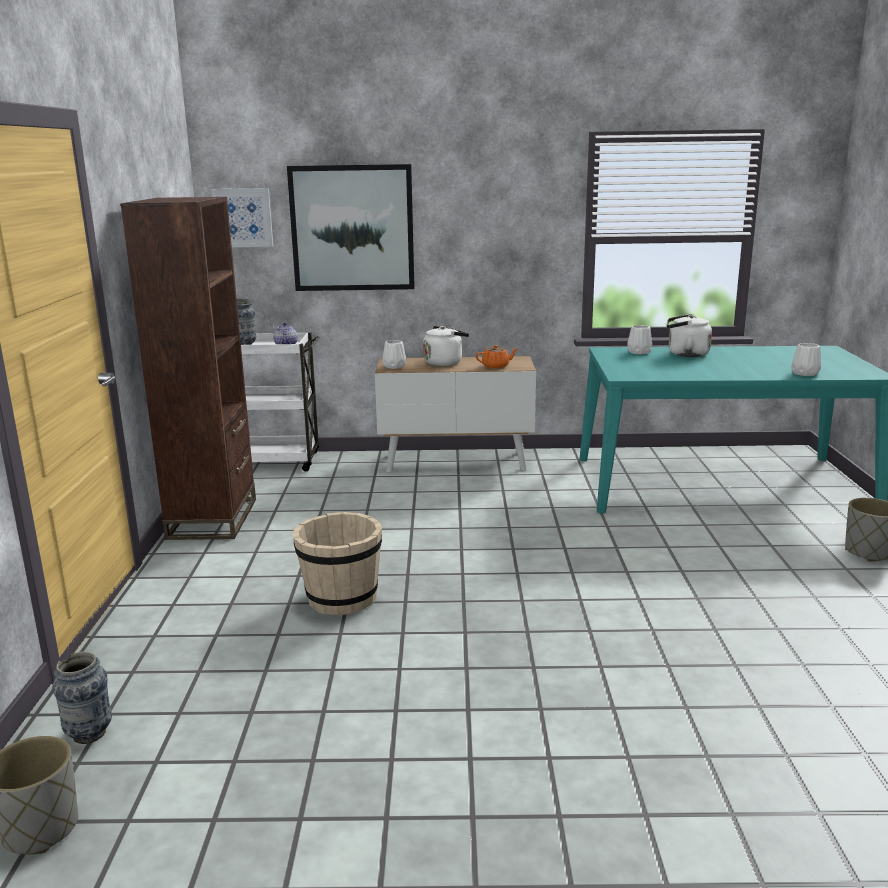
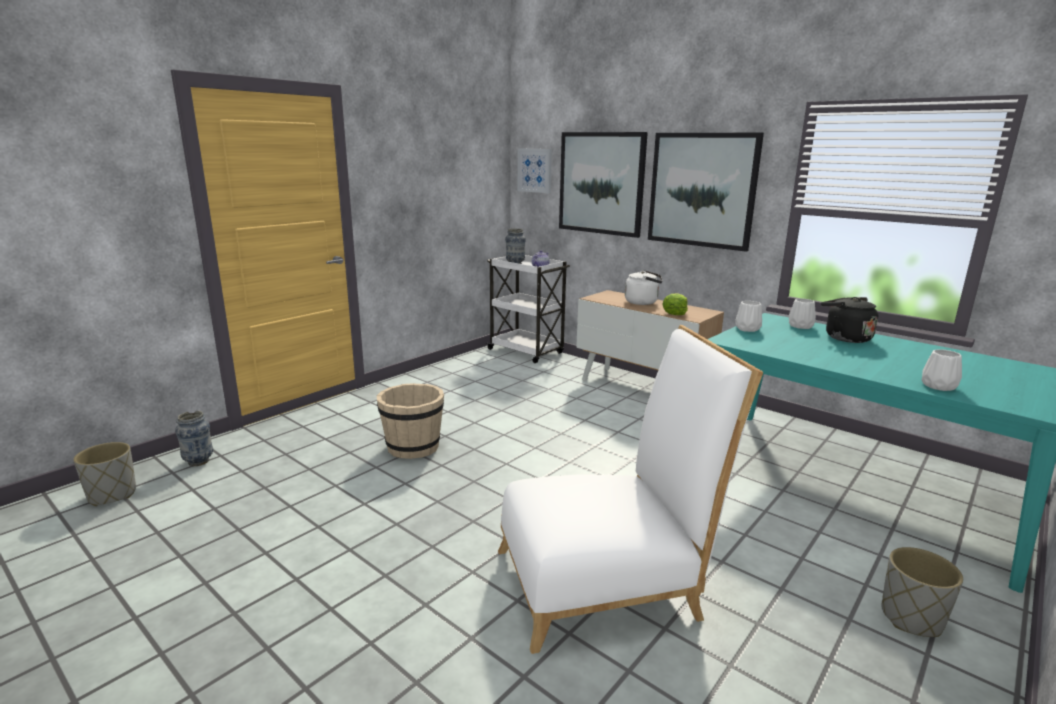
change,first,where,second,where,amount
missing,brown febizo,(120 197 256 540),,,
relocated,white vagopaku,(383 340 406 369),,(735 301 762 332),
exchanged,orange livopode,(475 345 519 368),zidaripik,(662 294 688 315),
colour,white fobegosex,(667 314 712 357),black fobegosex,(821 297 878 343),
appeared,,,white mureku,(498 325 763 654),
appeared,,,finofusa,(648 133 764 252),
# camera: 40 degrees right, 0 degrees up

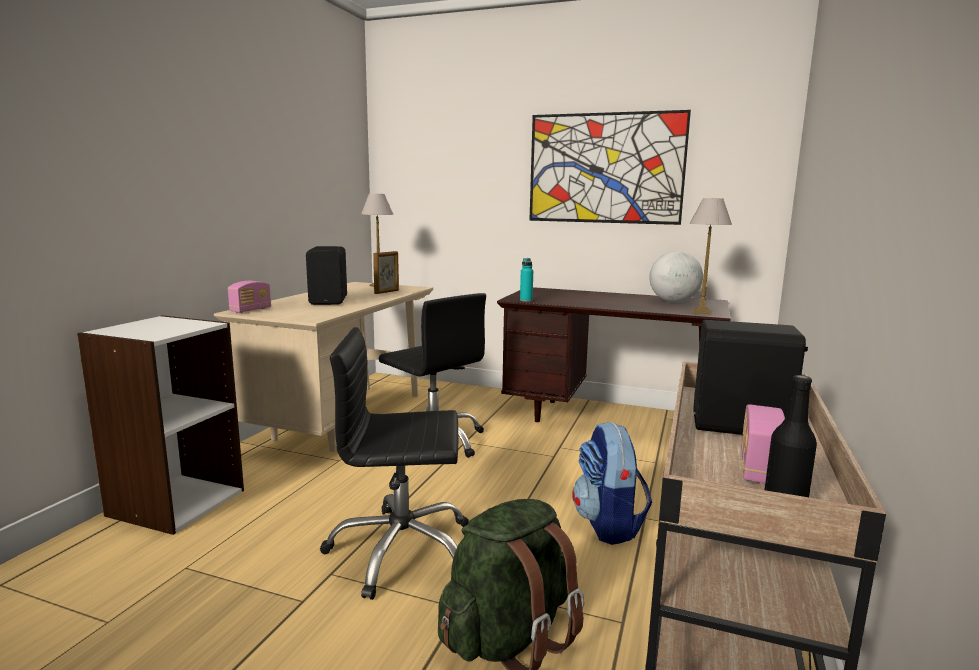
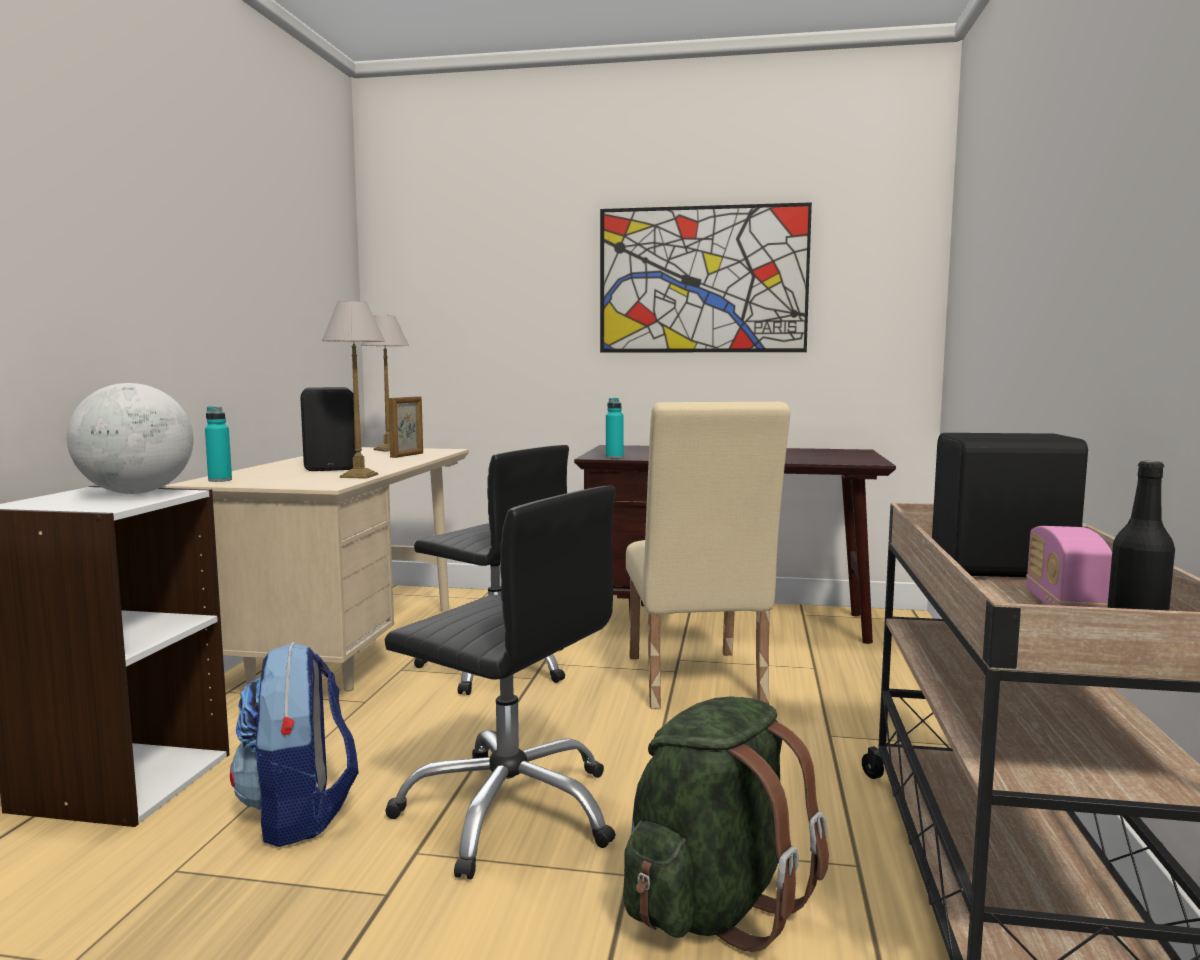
change,first,where,second,where,amount
exchanged,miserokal,(228 281 271 313),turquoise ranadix,(205 406 232 482),
spun,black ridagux,(320 327 469 600),,(385 486 616 880),135 degrees counterclockwise
relocated,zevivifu,(572 422 652 545),,(230 642 359 847),
relocated,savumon,(649 251 703 303),,(67 383 194 494),
relocated,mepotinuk,(689 198 732 315),,(322 301 385 479),
appeared,,,beige mureku,(626 402 790 709),
# camera: 10 degrees left, 5 degrees down

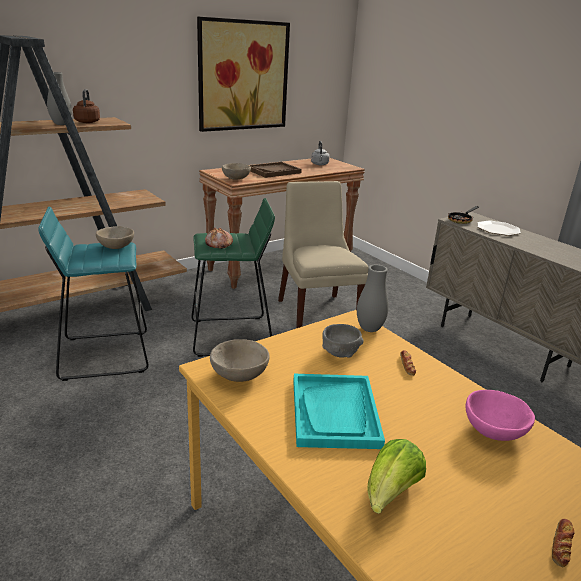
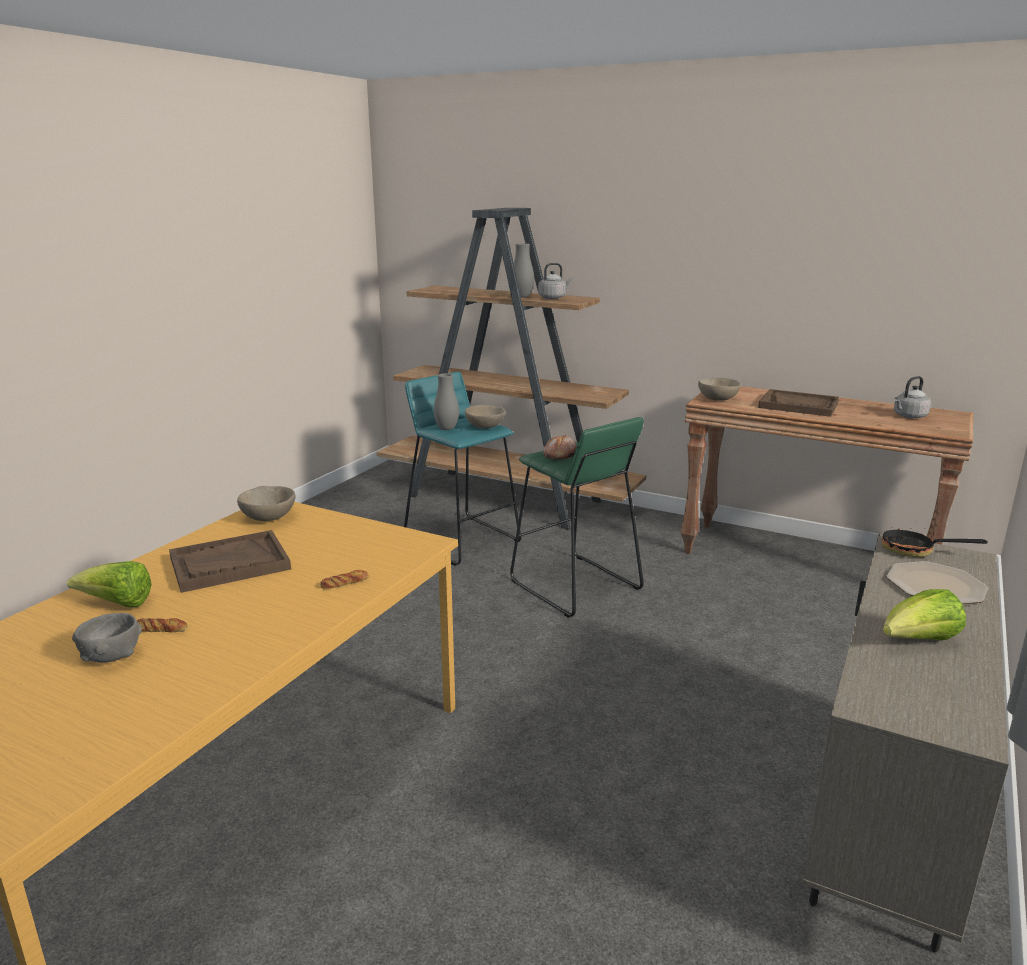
change,first,where,second,where,amount
colour,brown fobegosex,(73 89 100 123),grey fobegosex,(538 263 572 299),
missing,finofusa,(197 17 290 132),,,
missing,beige mureku,(278 181 369 328),,,
colour,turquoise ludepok,(293 374 385 449),brown ludepok,(169 530 291 593),
relocated,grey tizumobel,(322 324 364 358),,(72 613 142 663),
relocated,grey vagopaku,(357 265 389 332),,(434 373 459 430),
missing,pink tizumobel,(465 390 535 441),,,
relocated,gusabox,(552 519 575 567),,(137 618 187 632),
appeared,,,zidaripik,(883 589 966 640),
# camera: 65 degrees right, 5 degrees down

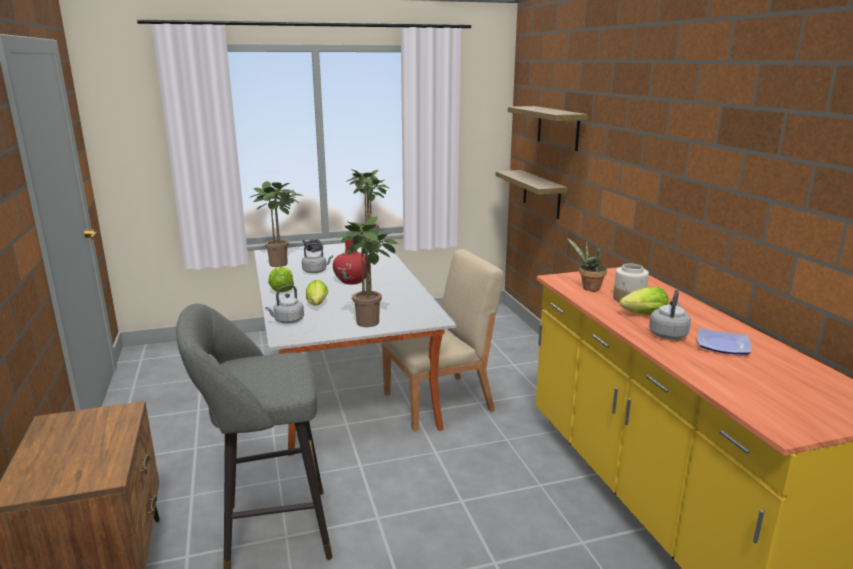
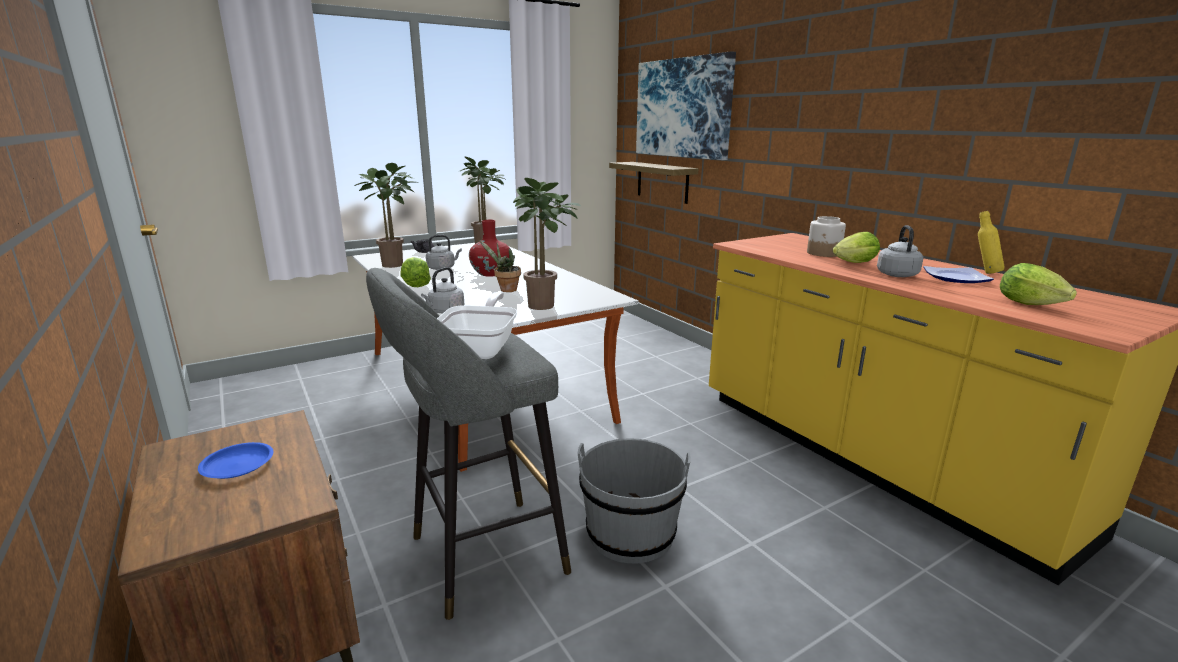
change,first,where,second,where,amount
relocated,zidaripik,(306 280 328 305),,(1000 263 1077 305),
missing,beige mureku,(382 249 504 431),,,
exchanged,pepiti,(508 106 588 151),finofusa,(636 51 736 160),
relocated,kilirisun,(567 238 607 291),,(479 240 521 292),
appeared,,,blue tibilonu,(198 442 273 479),
appeared,,,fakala,(437 292 517 359),
appeared,,,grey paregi,(577 439 691 563),
appeared,,,yellow ranadix,(978 211 1004 274),
# camera: 15 degrees left, 0 degrees up

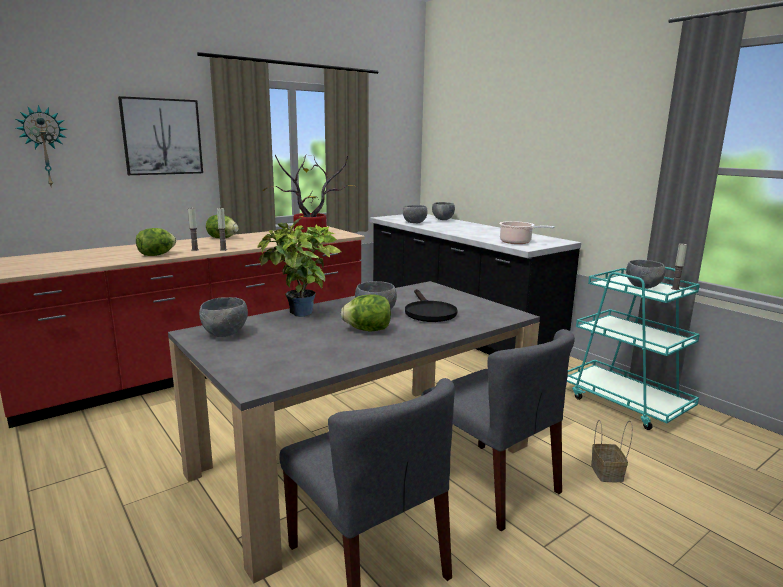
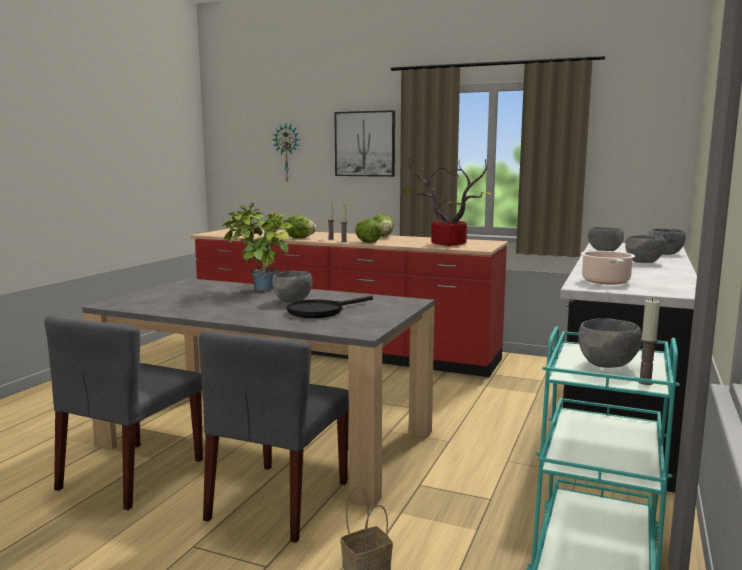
change,first,where,second,where,amount
relocated,grey tizumobel,(199 297 248 337),,(625 235 665 263),
relocated,zidaripik,(341 295 391 331),,(355 219 382 243),
# camera: 60 degrees right, 5 degrees down

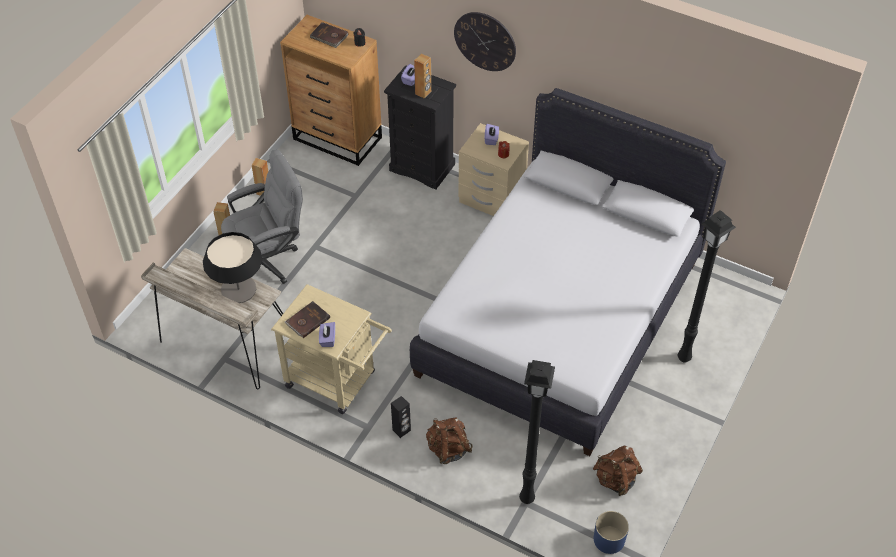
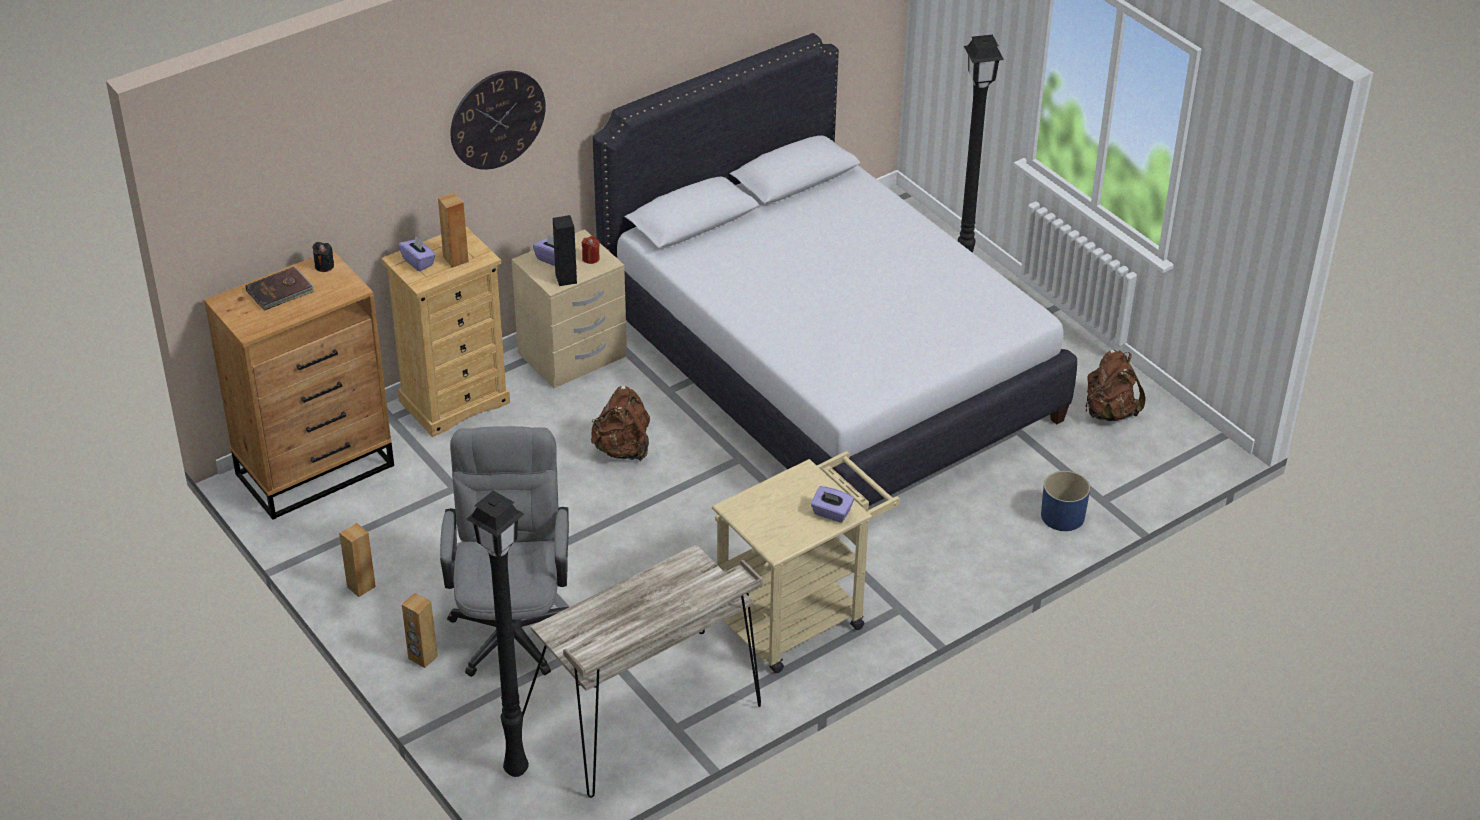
change,first,where,second,where,amount
missing,mepotinuk,(203 232 262 303),,,
missing,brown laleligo,(285 301 330 338),,,
colour,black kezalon,(384 65 456 189),beige kezalon,(381 227 510 437),
relocated,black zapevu,(391 396 411 438),,(553 215 577 286),
relocated,brown zevivifu,(426 417 473 464),,(591 386 650 461),
relocated,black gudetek,(519 360 555 504),,(466 491 529 777),
relocated,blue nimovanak,(594 511 629 554),,(1041 471 1090 531),
# camera: 65 degrees left, 10 degrees down

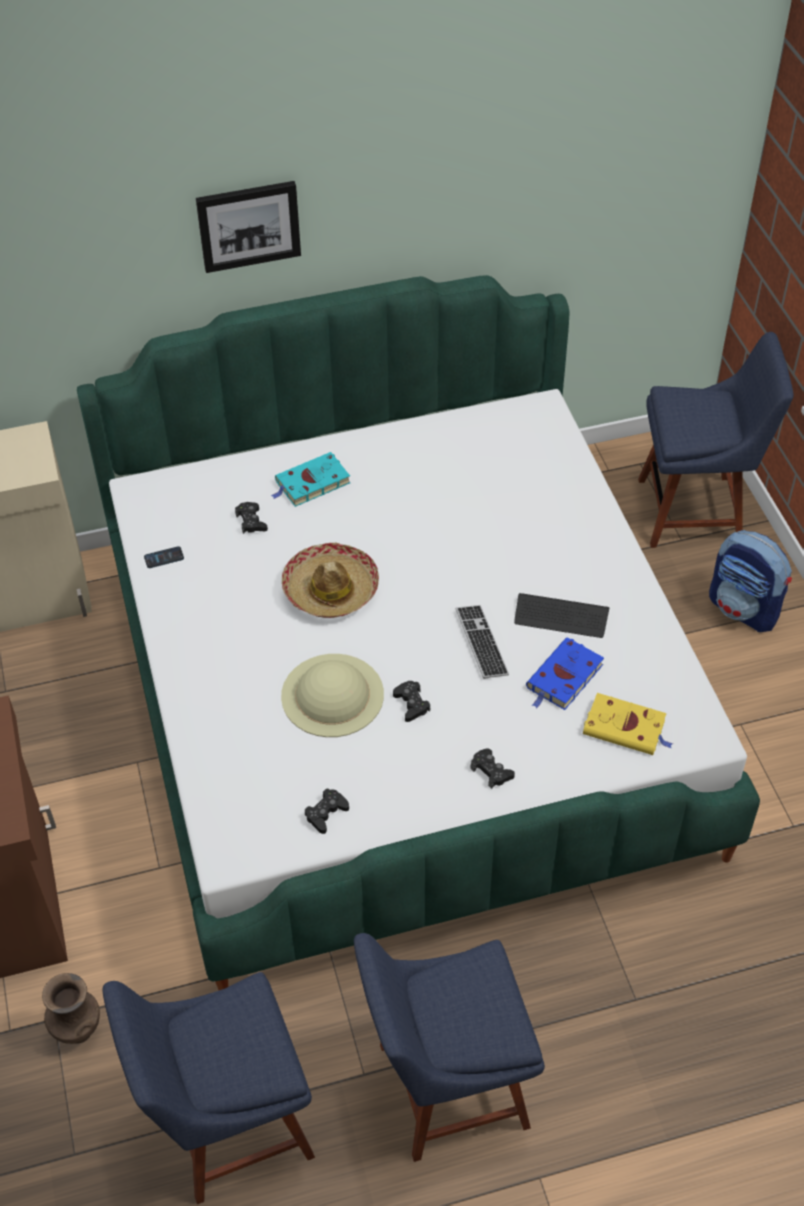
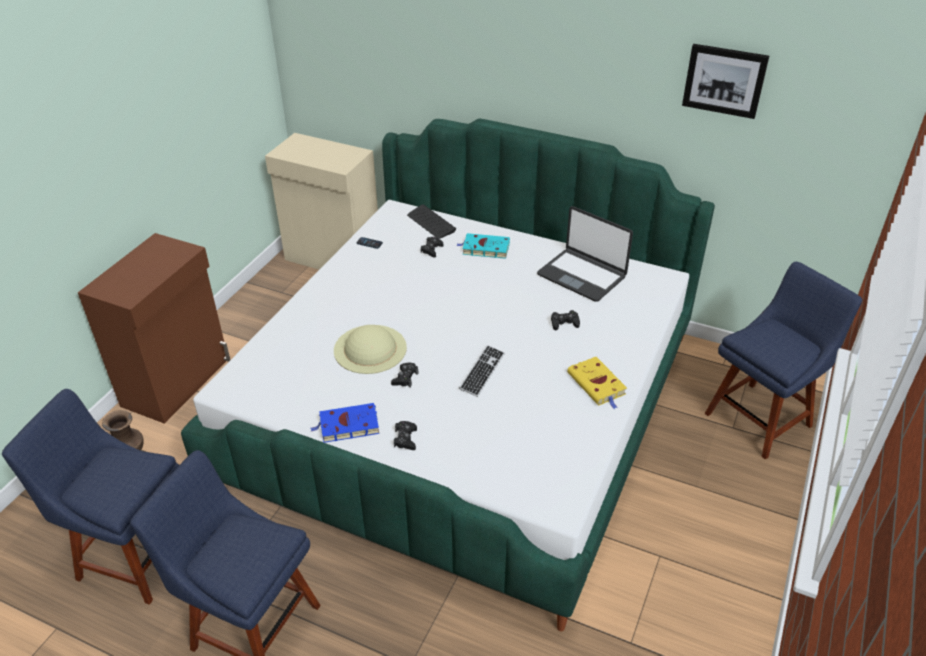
change,first,where,second,where,amount
relocated,finofusa,(196 181 301 273),,(682 44 769 119),
missing,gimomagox,(282 543 379 618),,,
relocated,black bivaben,(305 788 349 834),,(551 310 580 330),
relocated,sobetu,(514 593 609 638),,(407 204 457 239),
relocated,blue laleligo,(526 637 604 710),,(310 403 379 443),
relocated,yellow laleligo,(583 693 673 755),,(567 357 627 409),
spun,blue mureku,(638 332 794 548),,(705 262 862 460),75 degrees counterclockwise
missing,zevivifu,(709 530 792 632),,,
appeared,,,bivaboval,(537 206 633 302),
# camera: 40 degrees right, 10 degrees down

